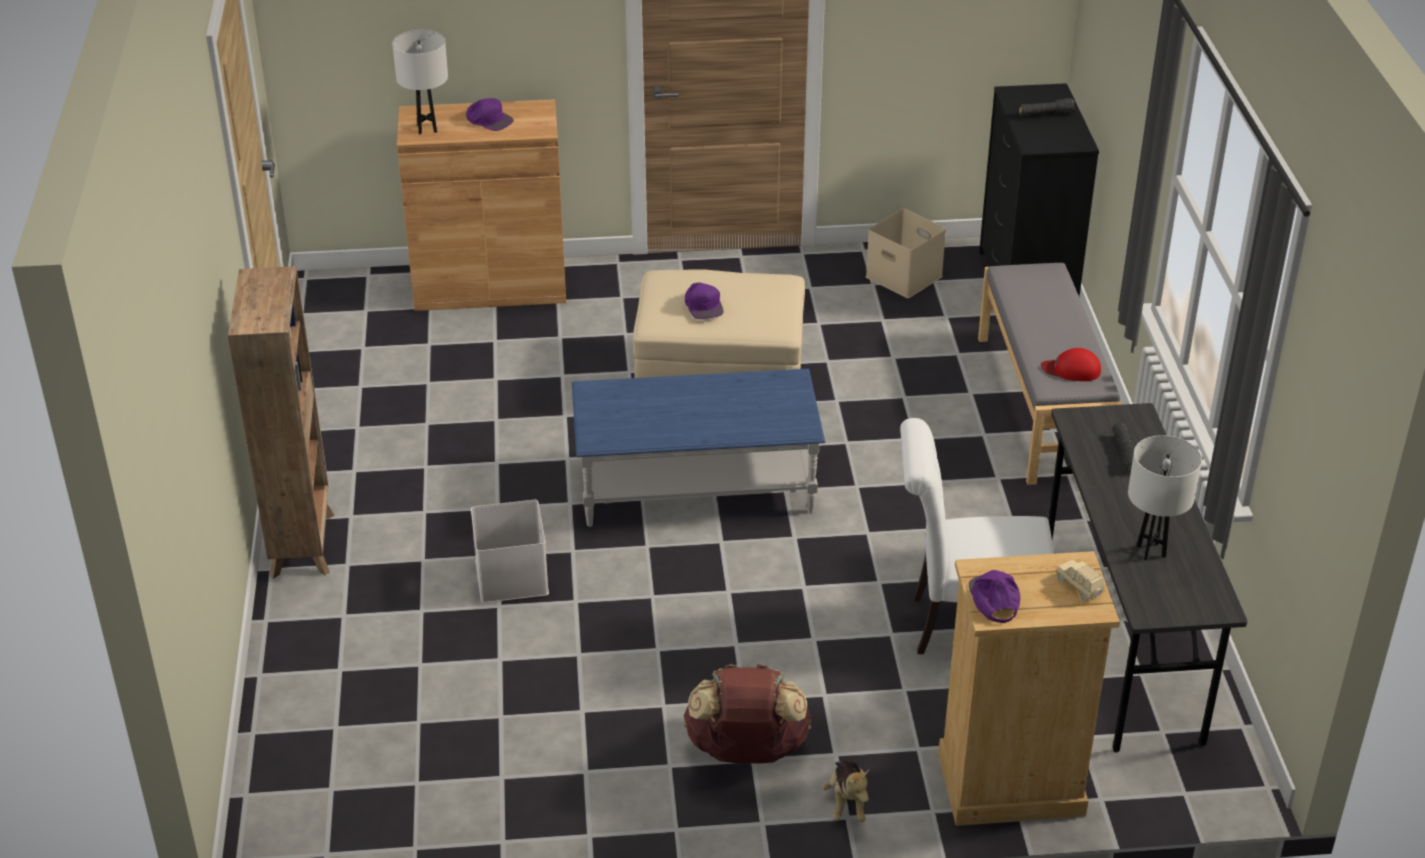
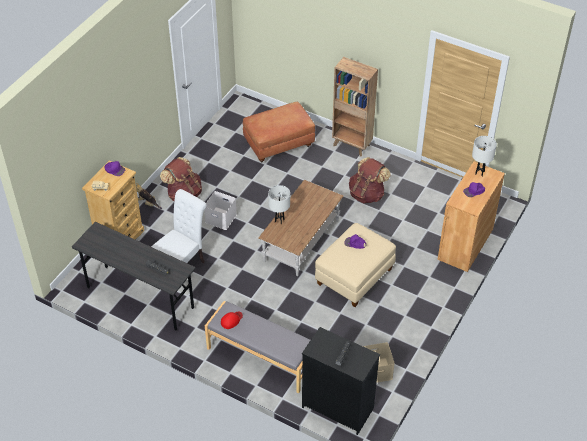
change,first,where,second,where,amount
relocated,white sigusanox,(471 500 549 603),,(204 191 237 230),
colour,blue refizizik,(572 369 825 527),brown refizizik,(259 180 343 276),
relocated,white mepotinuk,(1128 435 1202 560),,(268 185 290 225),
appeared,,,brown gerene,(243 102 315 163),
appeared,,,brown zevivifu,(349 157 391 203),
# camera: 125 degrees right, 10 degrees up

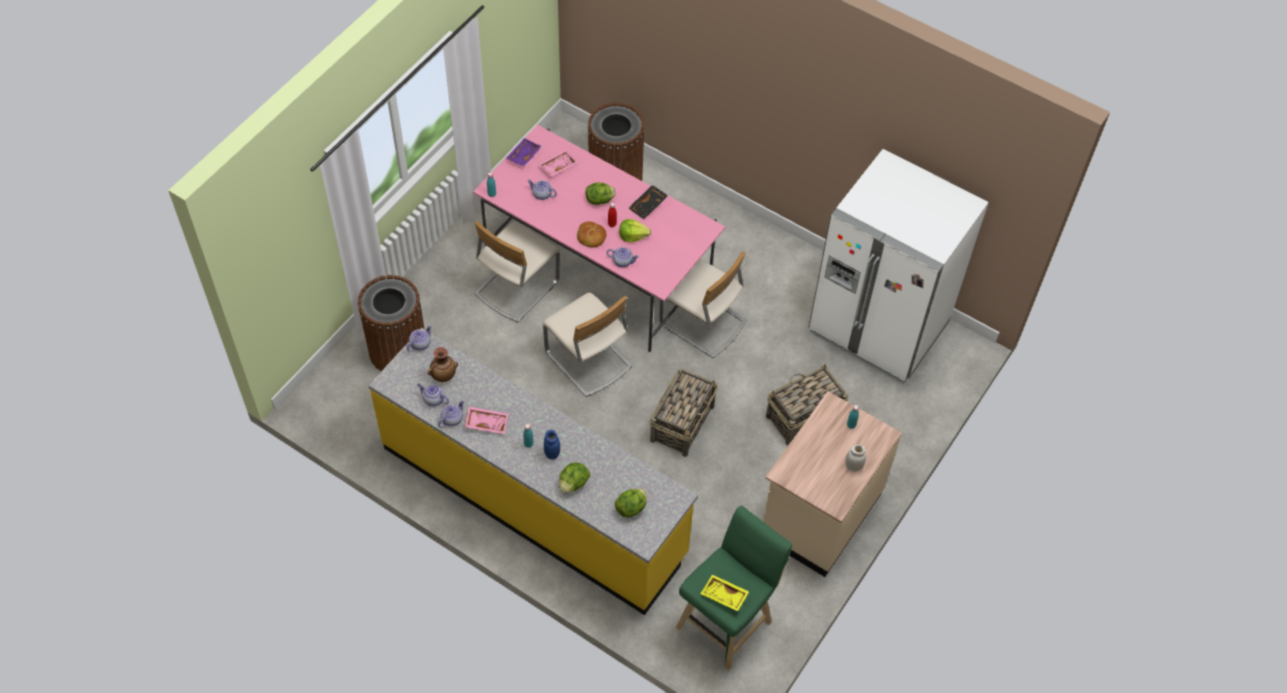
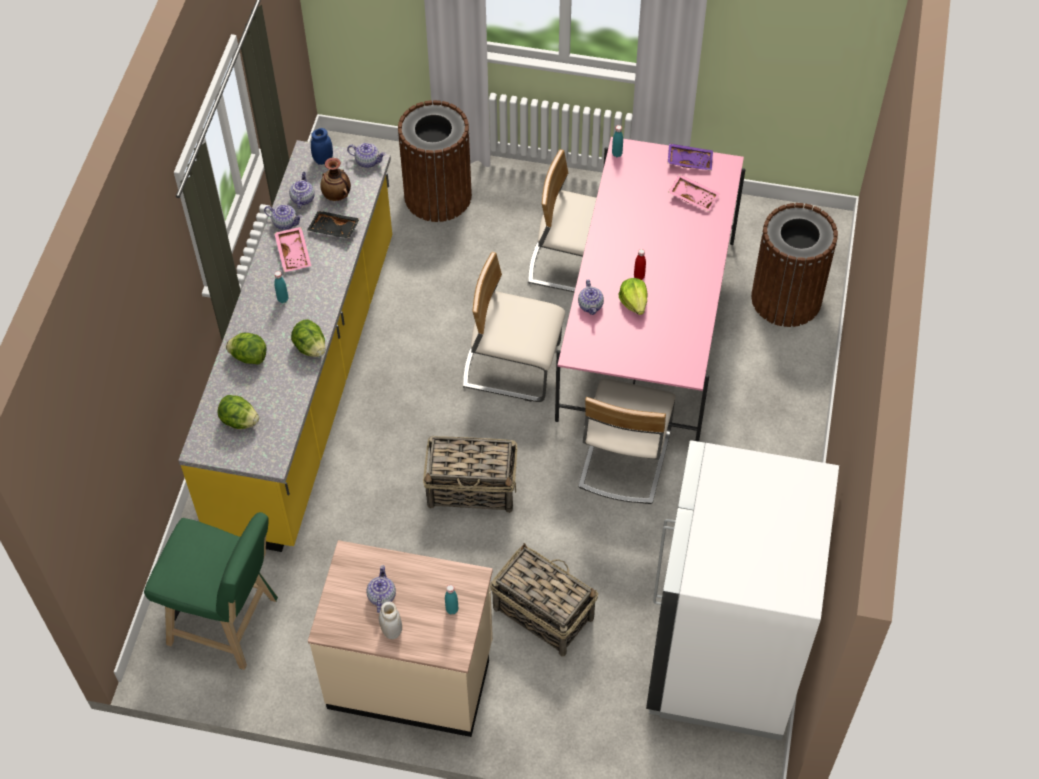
change,first,where,second,where,amount
relocated,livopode,(527 180 557 200),,(367 565 396 613),
spun,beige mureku,(542 293 632 397),,(463 252 565 402),75 degrees clockwise
relocated,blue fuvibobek,(544 430 560 459),,(311 128 333 165),
missing,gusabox,(577 221 607 247),,,
relocated,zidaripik,(586 182 616 205),,(291 319 326 357),
relocated,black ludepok,(629 185 668 219),,(307 211 360 238),
missing,yellow ludepok,(700 575 749 611),,,
# camera: 70 degrees right, 0 degrees up

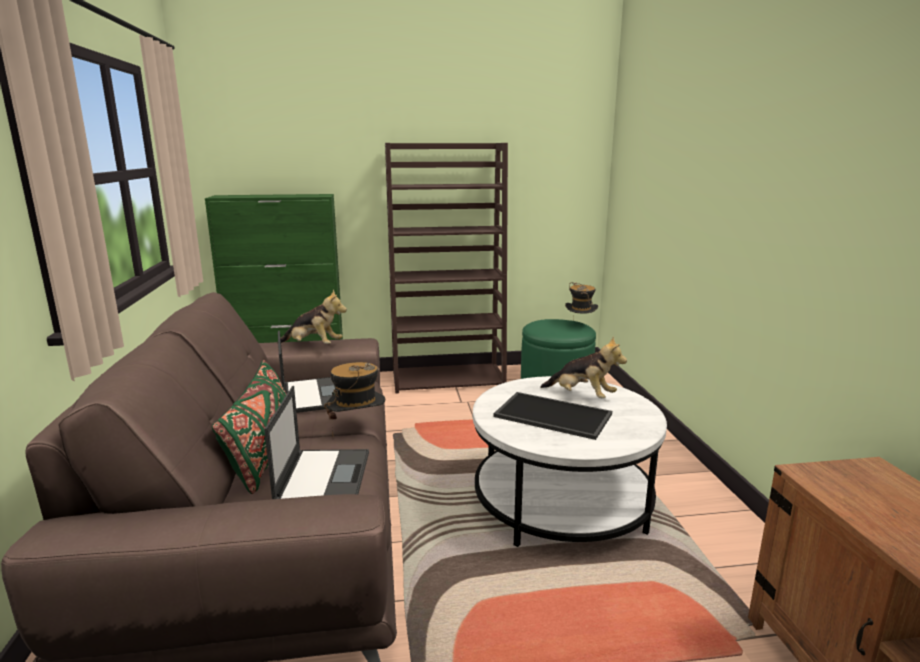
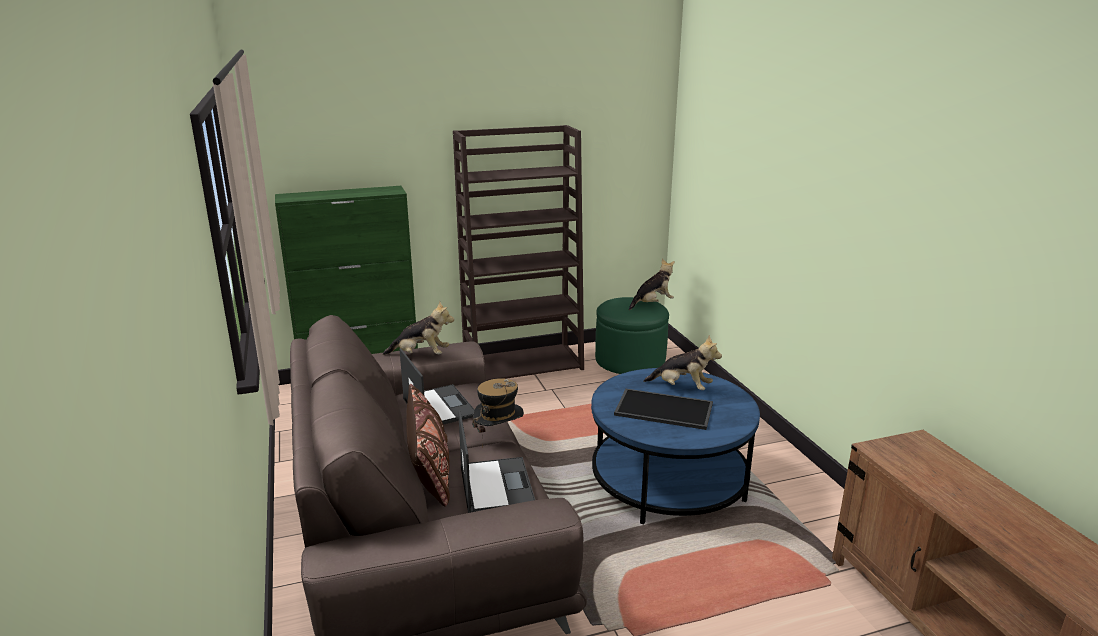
change,first,where,second,where,amount
colour,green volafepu,(212 360 287 494),brown volafepu,(406 384 450 507),
colour,white refizizik,(473 376 667 547),blue refizizik,(591 368 760 524),
exchanged,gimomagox,(565 282 598 314),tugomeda,(629 259 675 310),
# camera: 10 degrees left, 5 degrees up

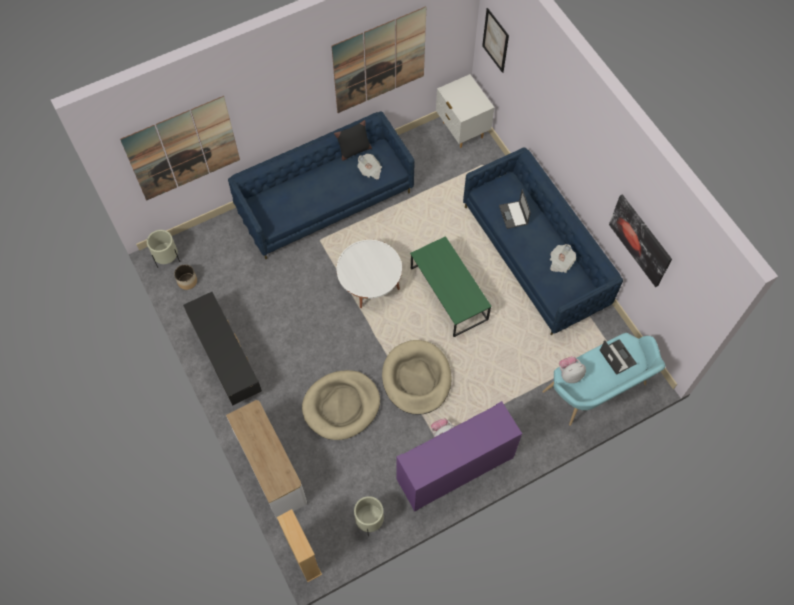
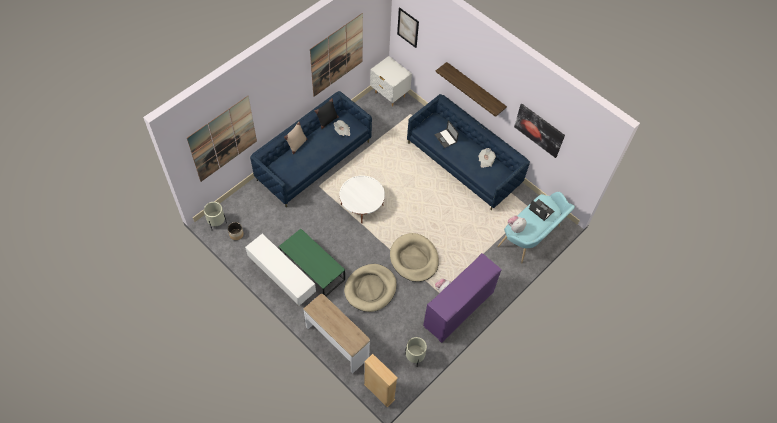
change,first,where,second,where,amount
colour,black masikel,(183 292 262 406),white masikel,(245 234 316 306),
relocated,green refizizik,(410 236 492 337),,(279 229 345 296),
appeared,,,beige volafepu,(284 122 308 154),
appeared,,,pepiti,(436 62 507 117),
# camera: 20 degrees left, 5 degrees down

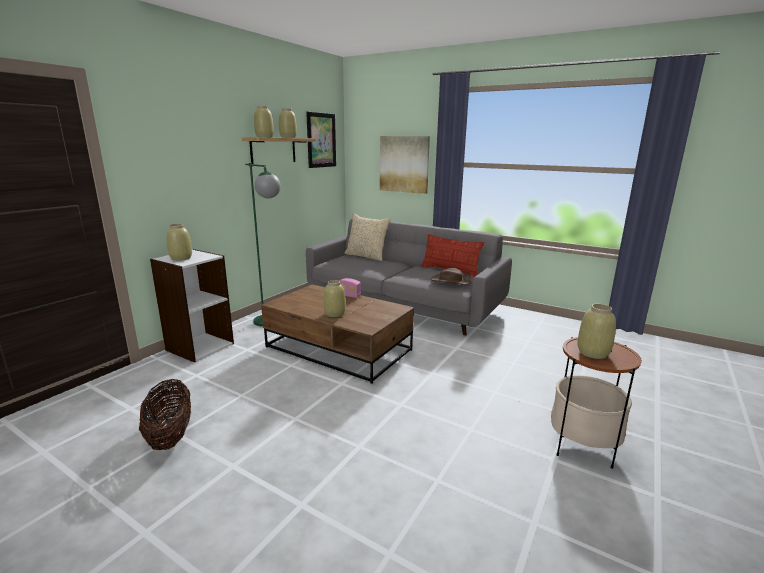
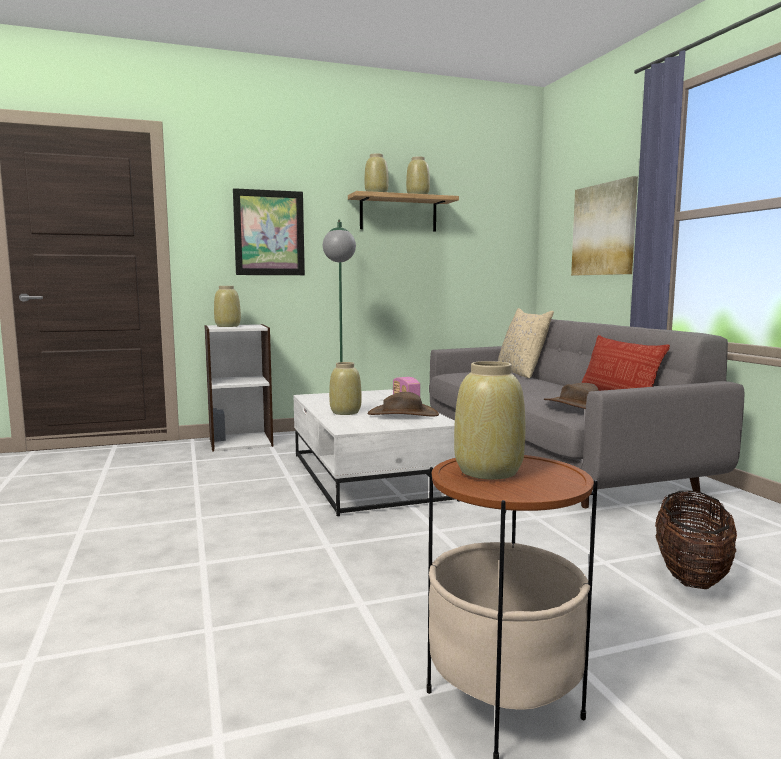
change,first,where,second,where,amount
relocated,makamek,(139 379 191 450),,(655 491 737 589),
colour,brown refizizik,(261 284 414 384),white refizizik,(294 389 460 516),
relocated,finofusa,(306 112 336 168),,(233 188 305 275),
appeared,,,brown gimomagox,(367 392 439 416),
# camera: 40 degrees right, 10 degrees down

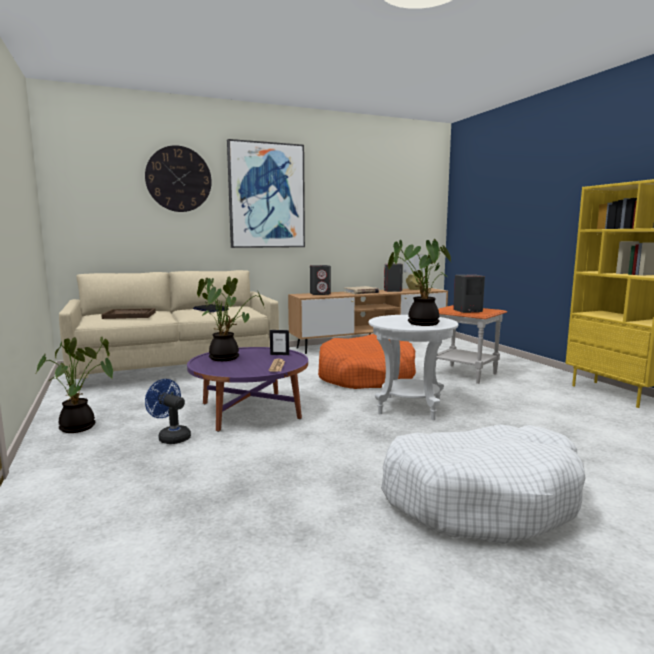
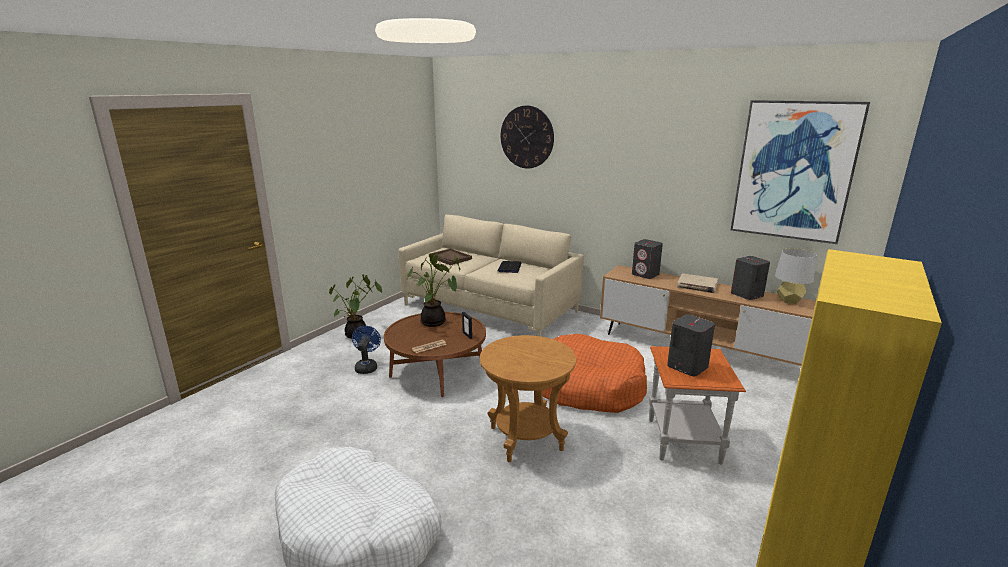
change,first,where,second,where,amount
colour,purple refizizik,(187 347 308 432),brown refizizik,(384 312 486 397),
relocated,finofusa,(227 139 305 248),,(731 100 870 244),
colour,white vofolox,(369 315 458 420),brown vofolox,(480 335 576 462),
missing,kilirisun,(388 239 451 326),,,
# camera: 55 degrees right, 10 degrees up

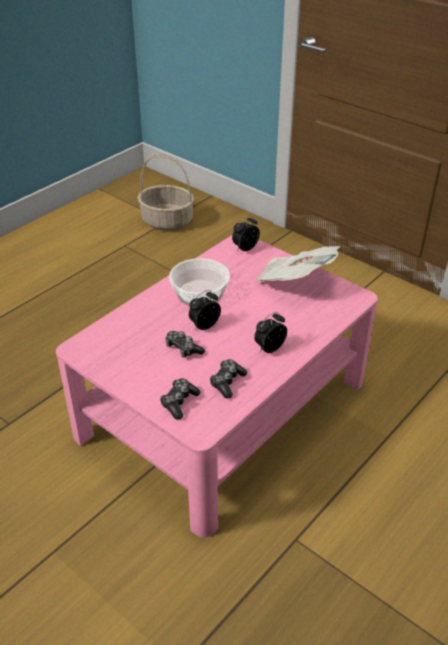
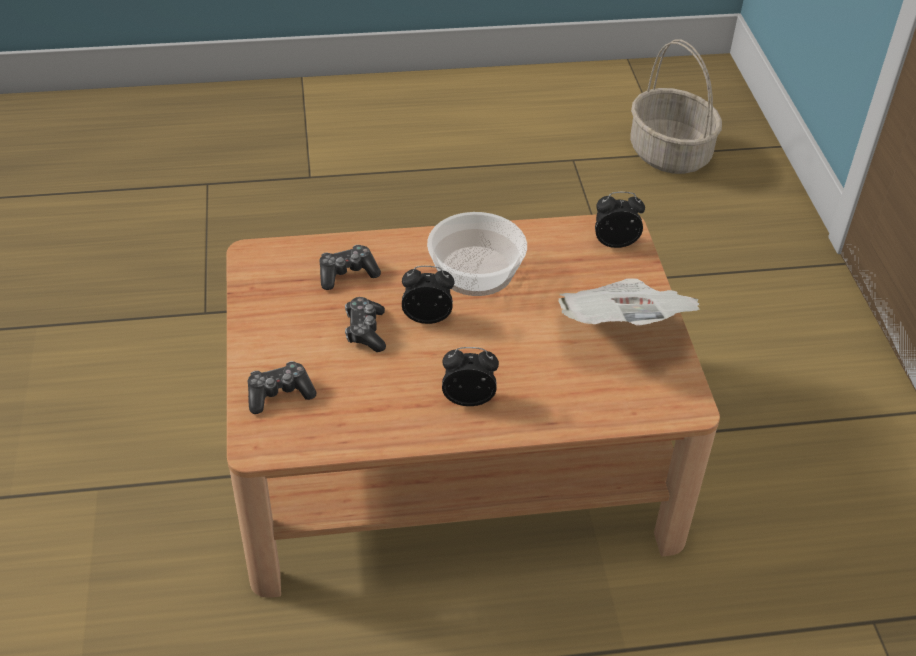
change,first,where,second,where,amount
colour,pink refizizik,(56 235 378 537),brown refizizik,(227 214 720 598),
relocated,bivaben,(210 359 247 398),,(319 245 381 290),
# camera: 40 degrees right, 5 degrees up

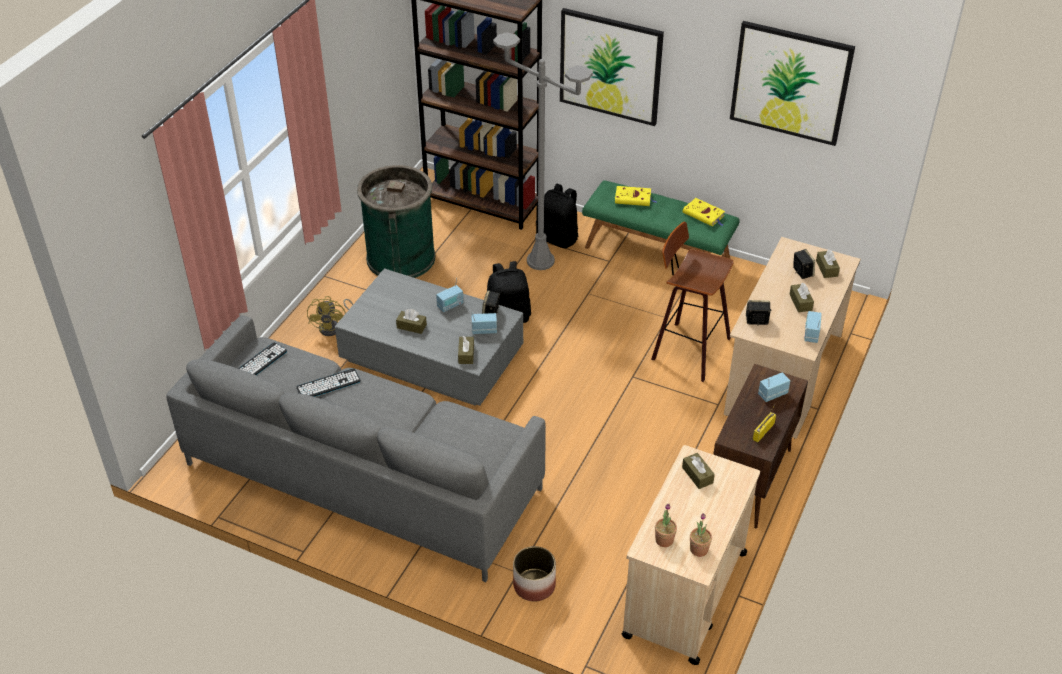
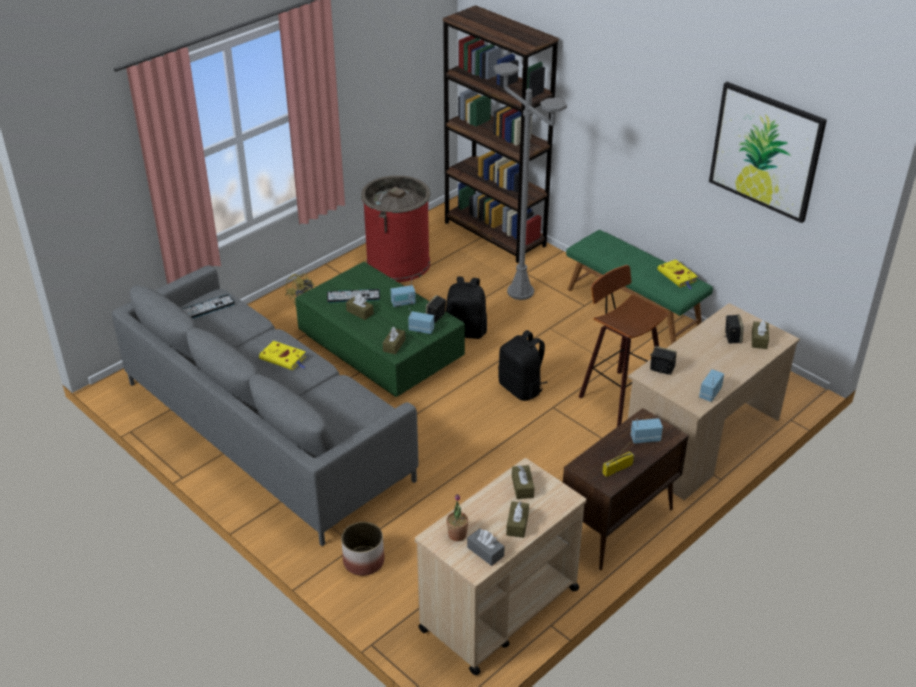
change,first,where,second,where,amount
relocated,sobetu,(296 368 361 397),,(327 289 380 303),
colour,grey refizizik,(335 268 523 406),green refizizik,(295 262 465 397),
colour,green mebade,(357 165 435 278),red mebade,(361 175 430 282),
relocated,black zevivifu,(536 184 578 248),,(498 330 548 401),
missing,finofusa,(560 8 664 126),,,
relocated,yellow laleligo,(615 186 657 206),,(259 341 306 370),
exchanged,kilirisun,(690 513 712 557),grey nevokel,(467 528 505 566),
relocated,brown nevokel,(790 282 814 312),,(506 501 529 538),
# camera: 20 degrees right, 5 degrees down

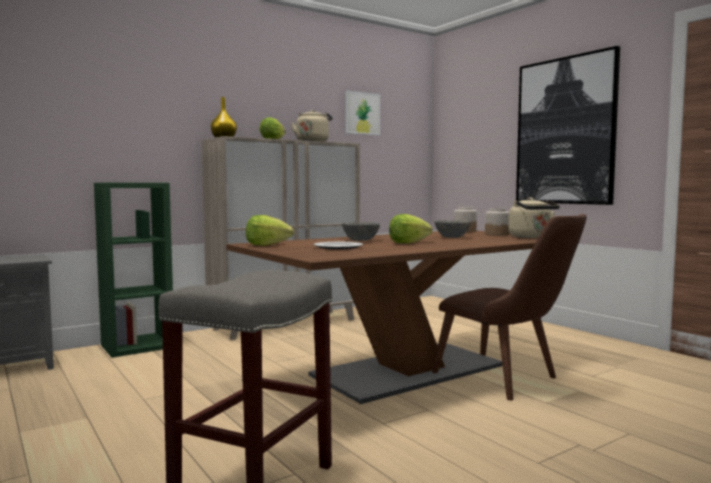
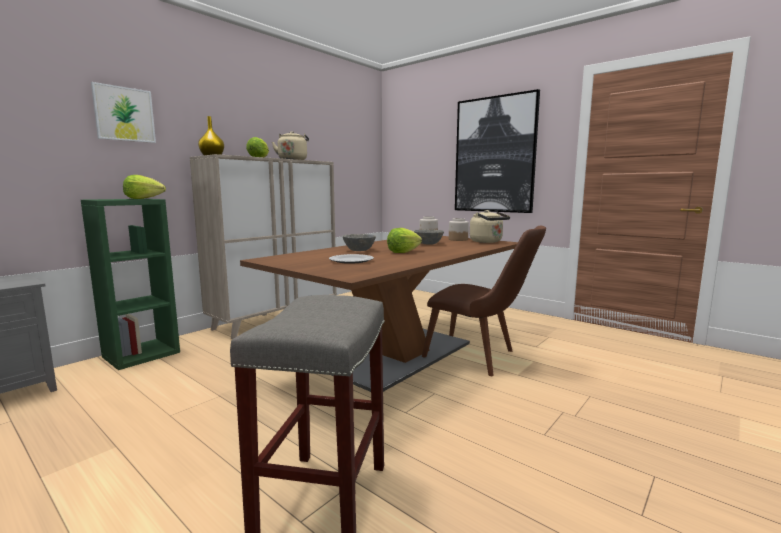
change,first,where,second,where,amount
relocated,zidaripik,(246 215 294 246),,(123 175 166 199),
relocated,finofusa,(346 91 380 135),,(91 82 156 143),
# camera: 15 degrees left, 5 degrees up

